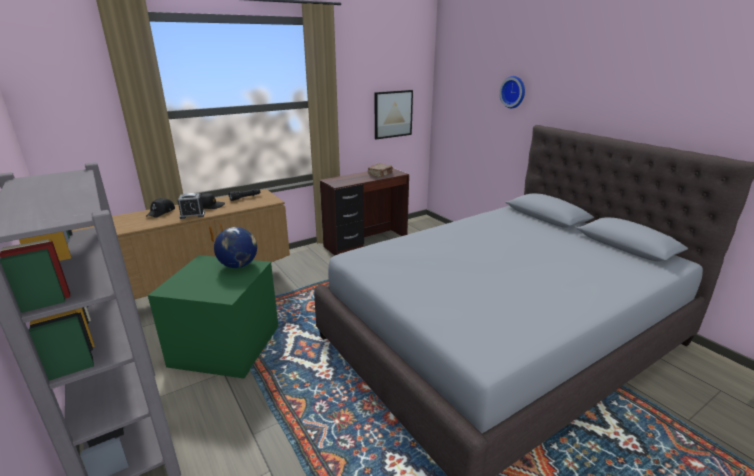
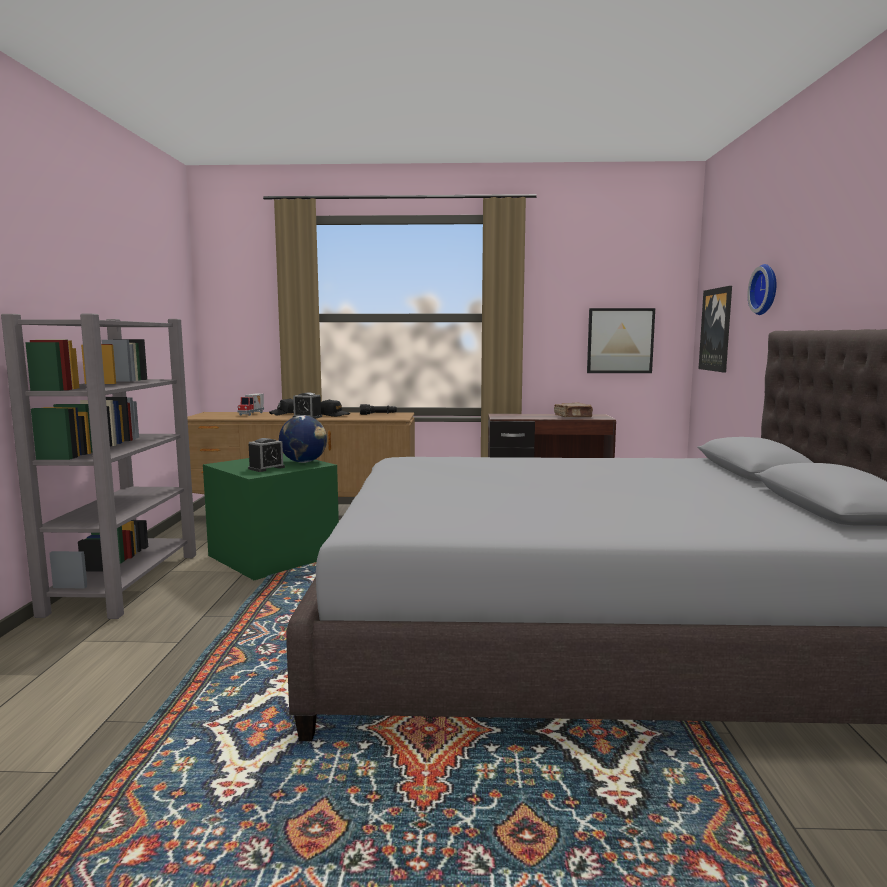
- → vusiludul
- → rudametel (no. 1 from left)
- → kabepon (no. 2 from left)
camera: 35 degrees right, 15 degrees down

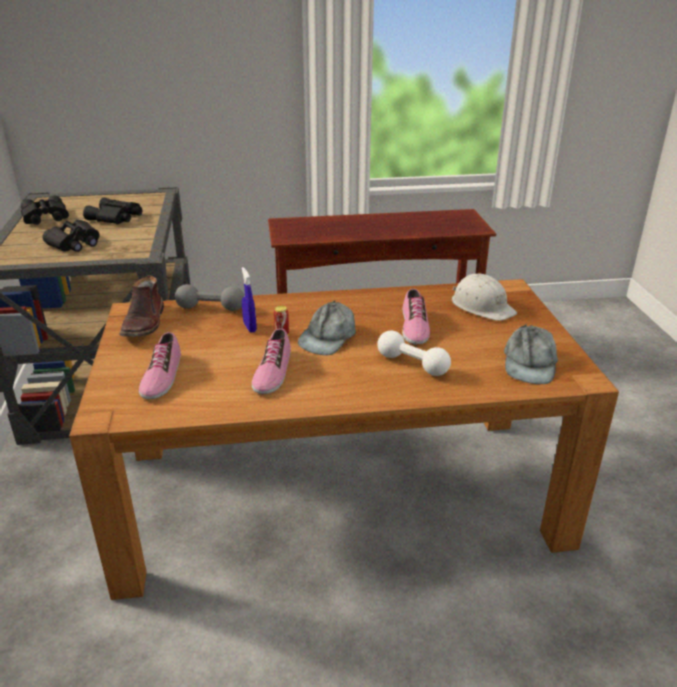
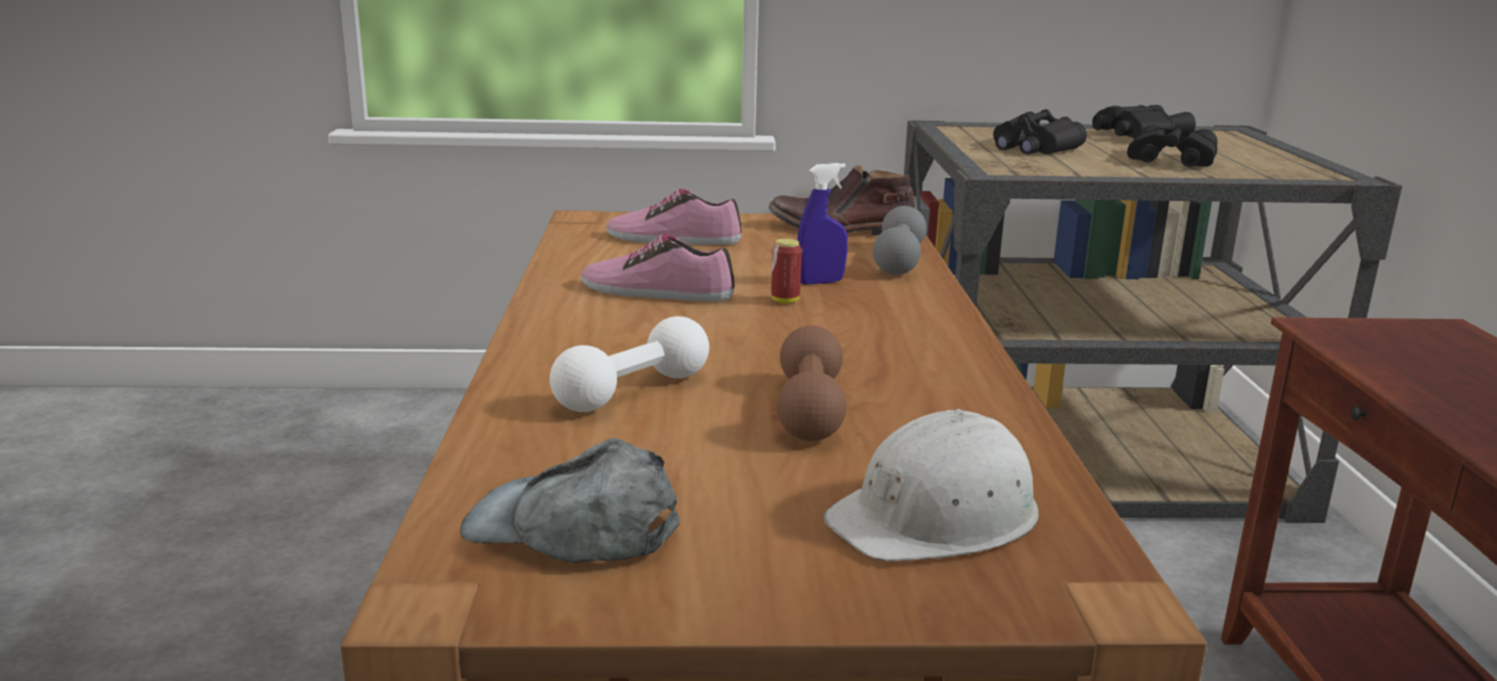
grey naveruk (no. 1 from left) → -
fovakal (no. 3 from left) → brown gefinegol
camera: 95 degrees right, 10 degrees down

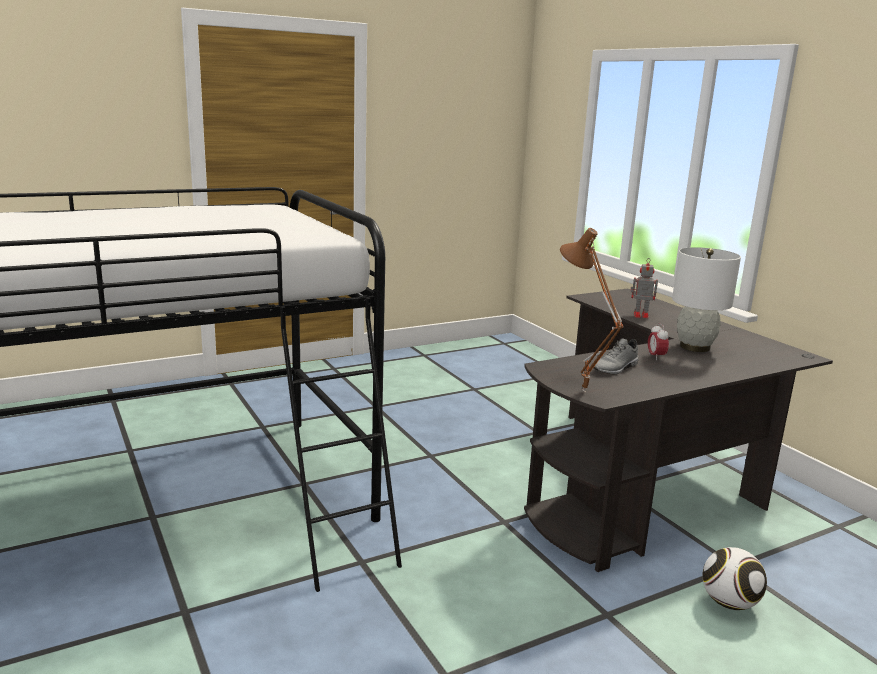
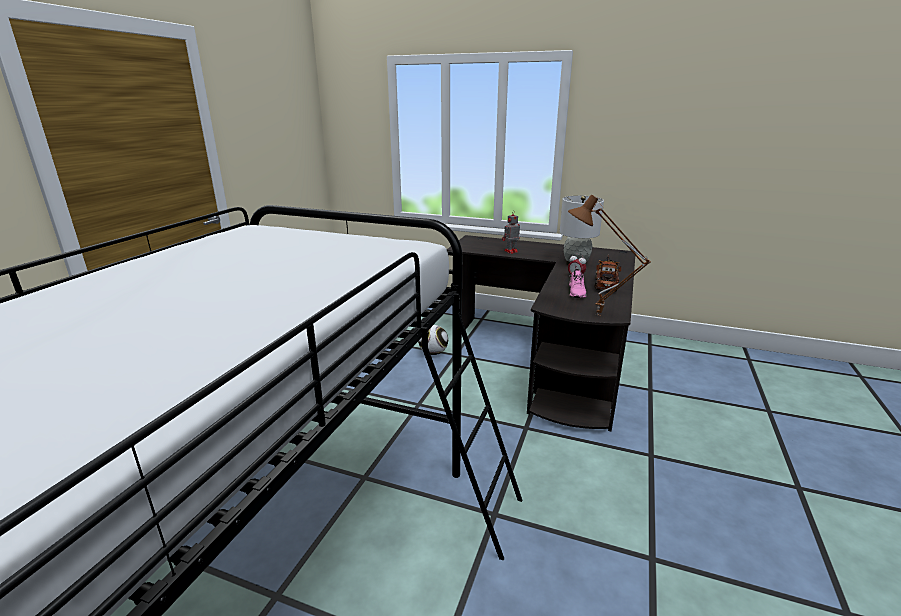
- → vusiludul
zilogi, relocated
grey fovakal → pink fovakal
camera: 40 degrees left, 5 degrees up

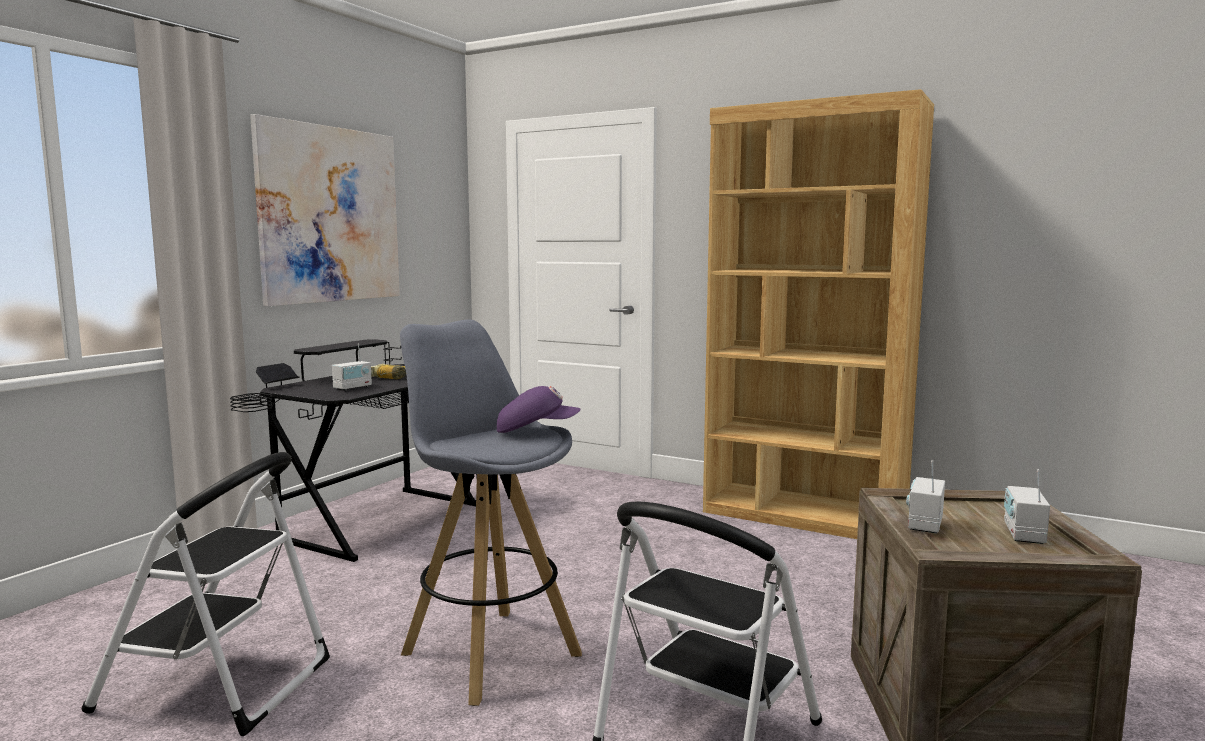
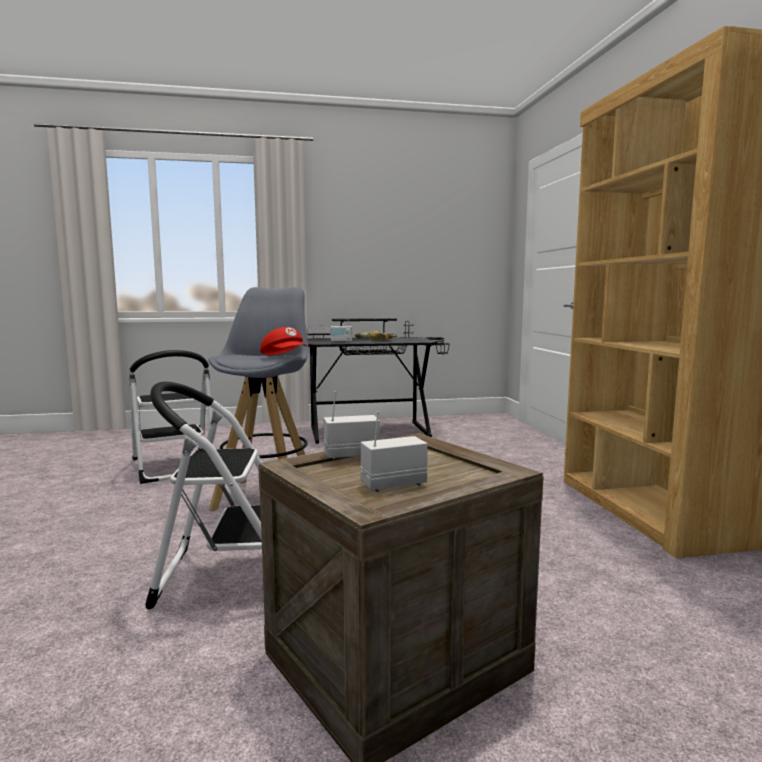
kabepon → -
purple naveruk → red naveruk
camera: 50 degrees right, 0 degrees up

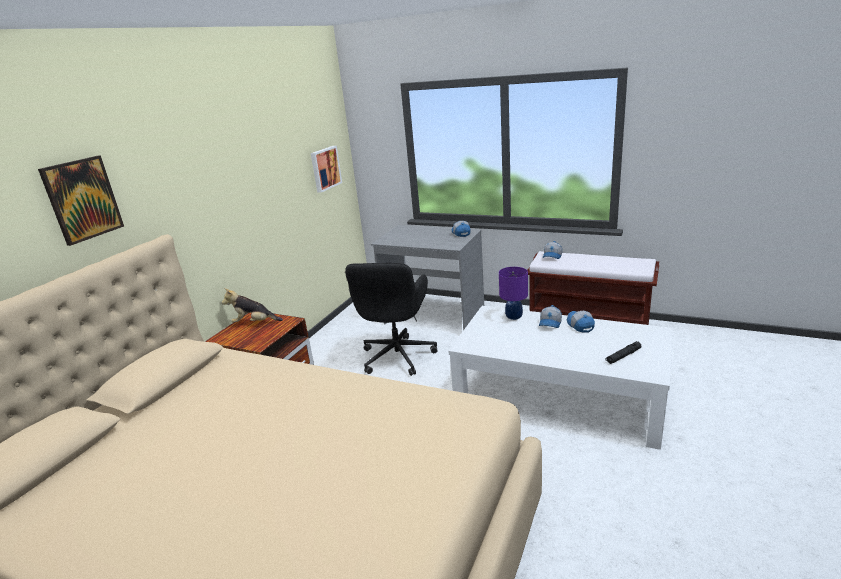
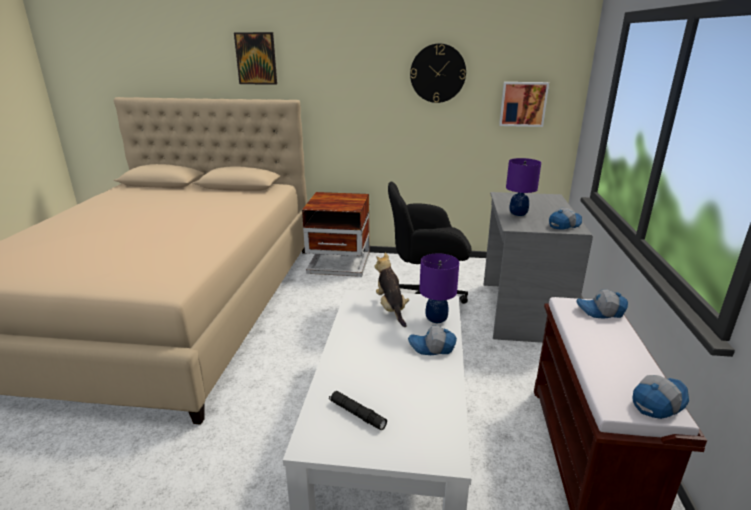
- → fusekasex
- → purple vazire (no. 2 from left)
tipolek, relocated
naveruk (no. 4 from left), relocated
camera: 70 degrees right, 0 degrees up

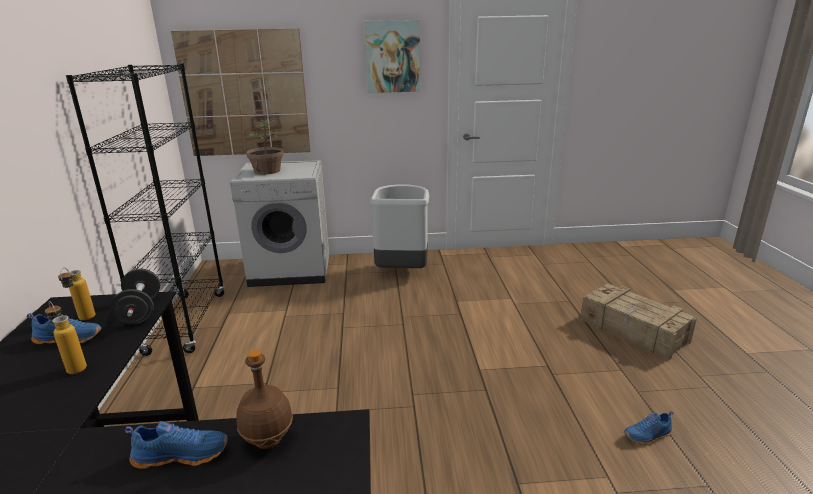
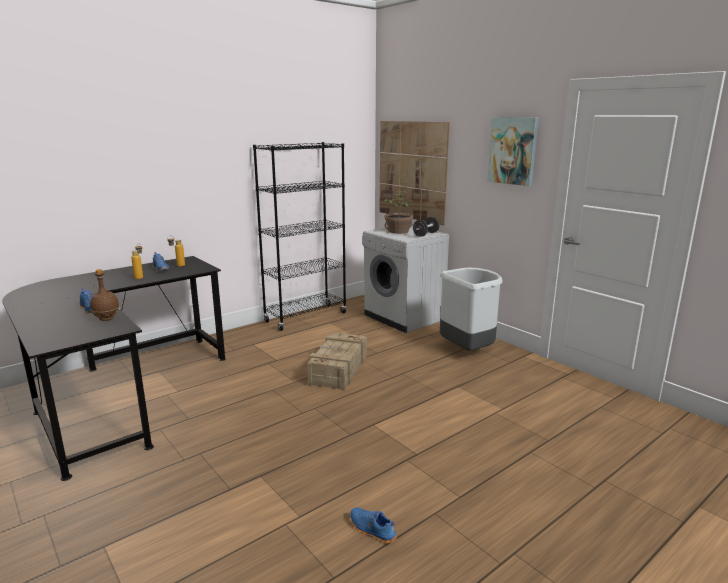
black gefinegol, relocated
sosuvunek, relocated
camera: 55 degrees right, 5 degrees down

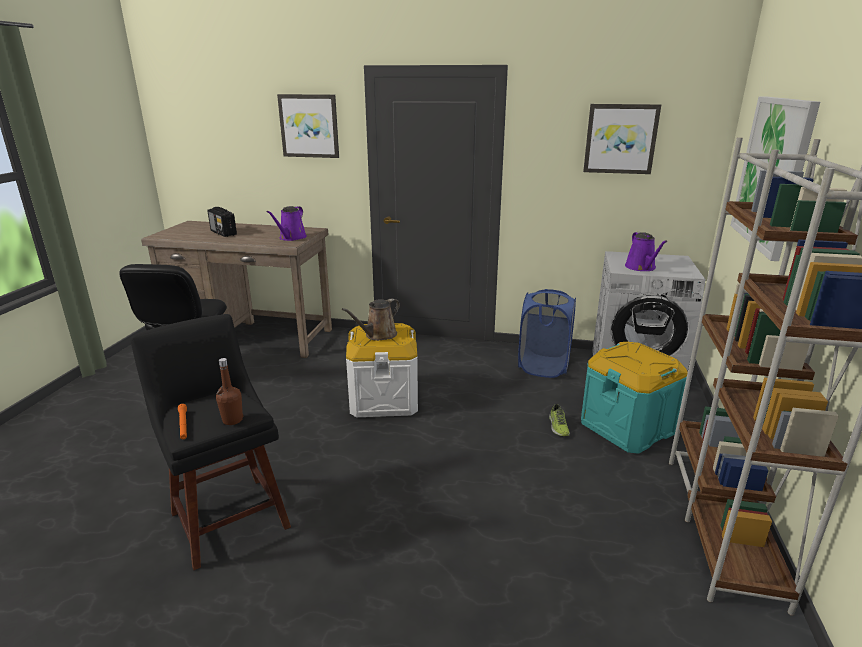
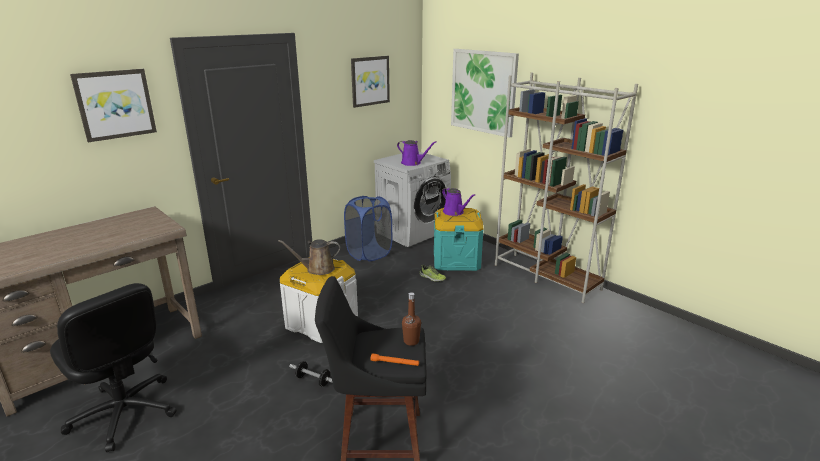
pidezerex → -
- → gefinegol
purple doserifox (no. 1 from left in the first image) → purple doserifox (no. 2 from left), relocated
brown doserifox, 90 degrees clockwise
camera: 55 degrees left, 0 degrees up

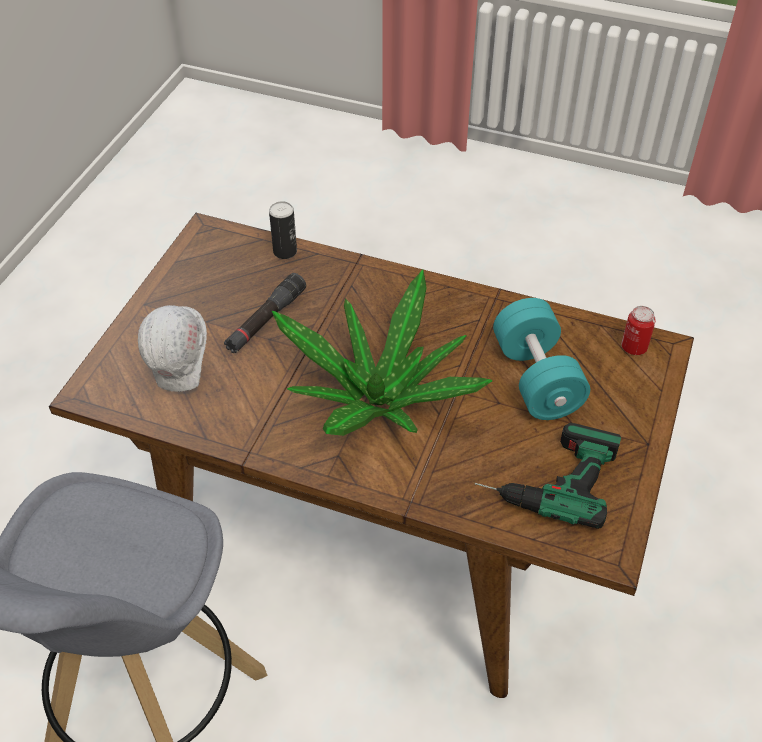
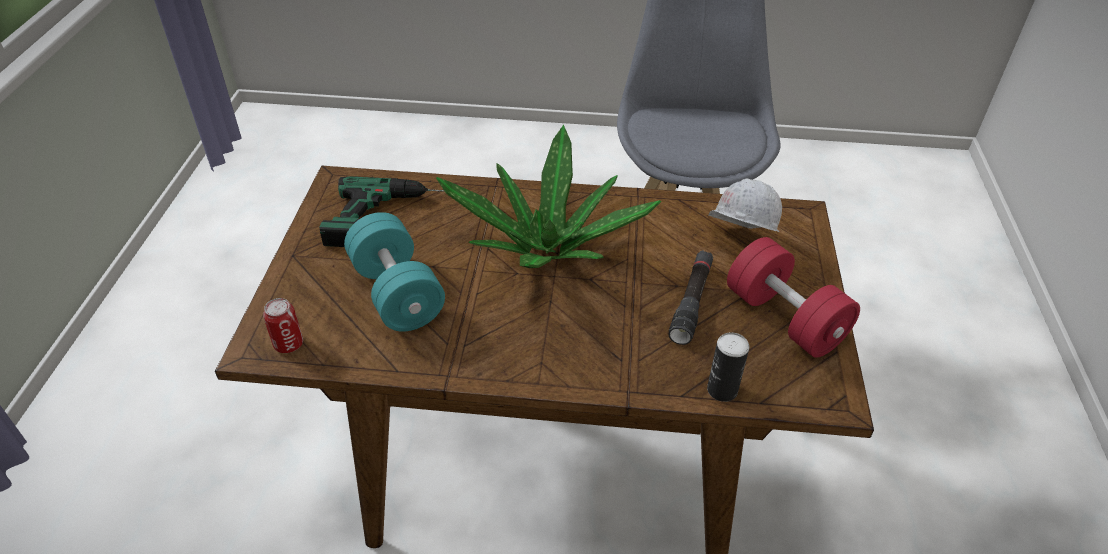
- → red gefinegol
camera: 165 degrees right, 5 degrees down

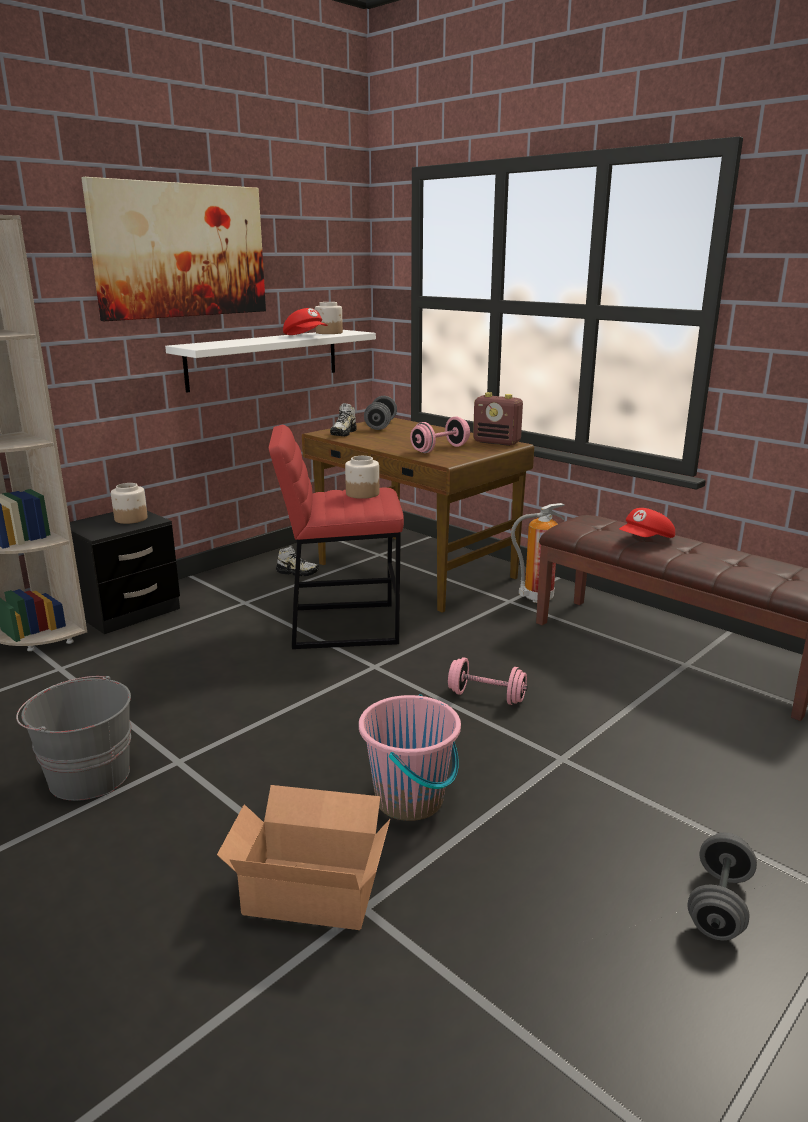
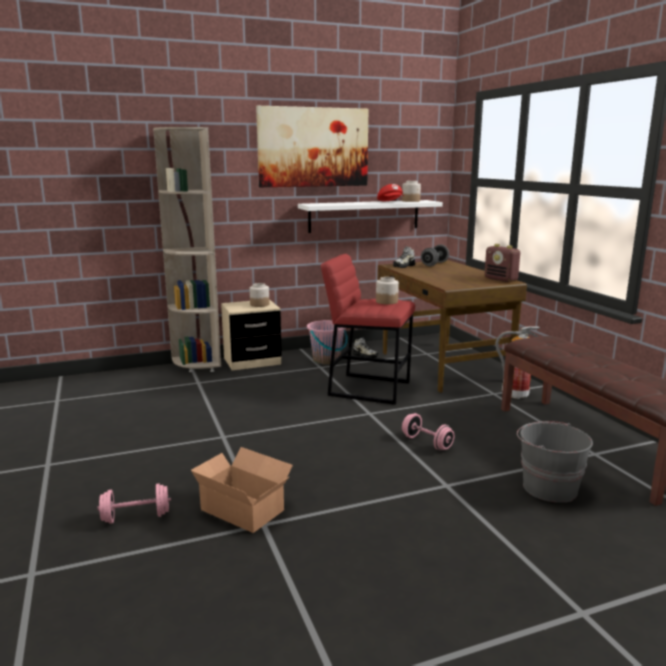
red naveruk (no. 2 from left) → -
grey gefinegol (no. 2 from left) → -
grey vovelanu, relocated
pink vovelanu, relocated
pink gefinegol (no. 1 from left), relocated
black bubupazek → beige bubupazek
camera: 25 degrees right, 5 degrees down

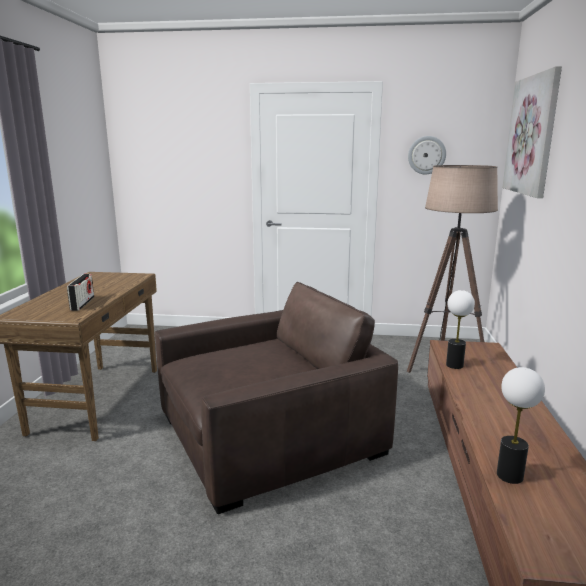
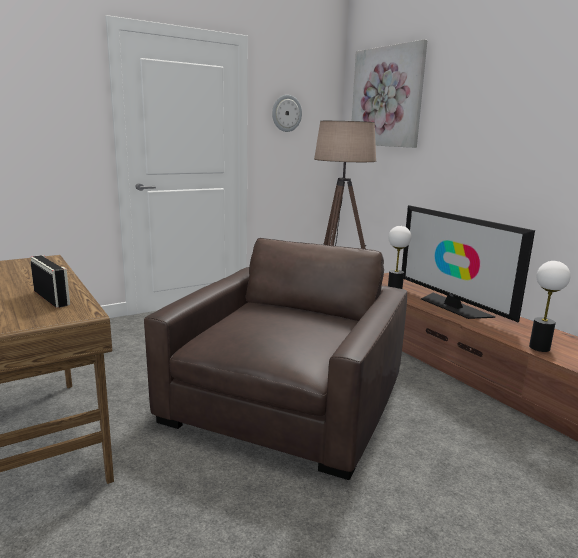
- → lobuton
camera: 40 degrees left, 0 degrees up

